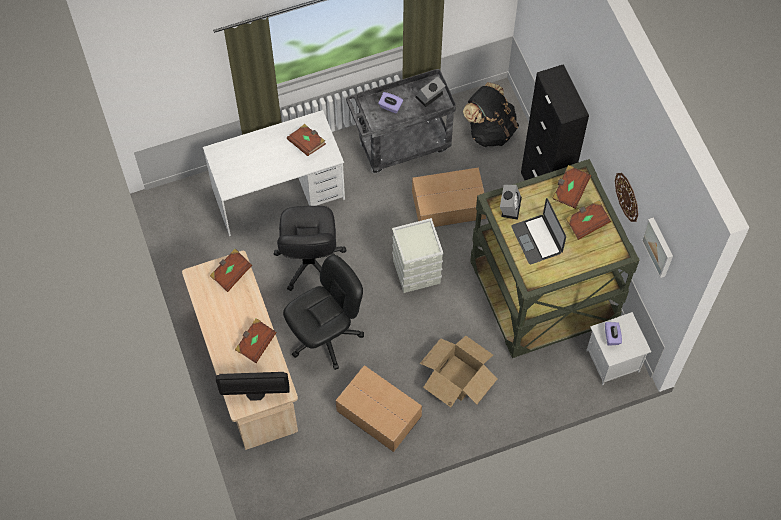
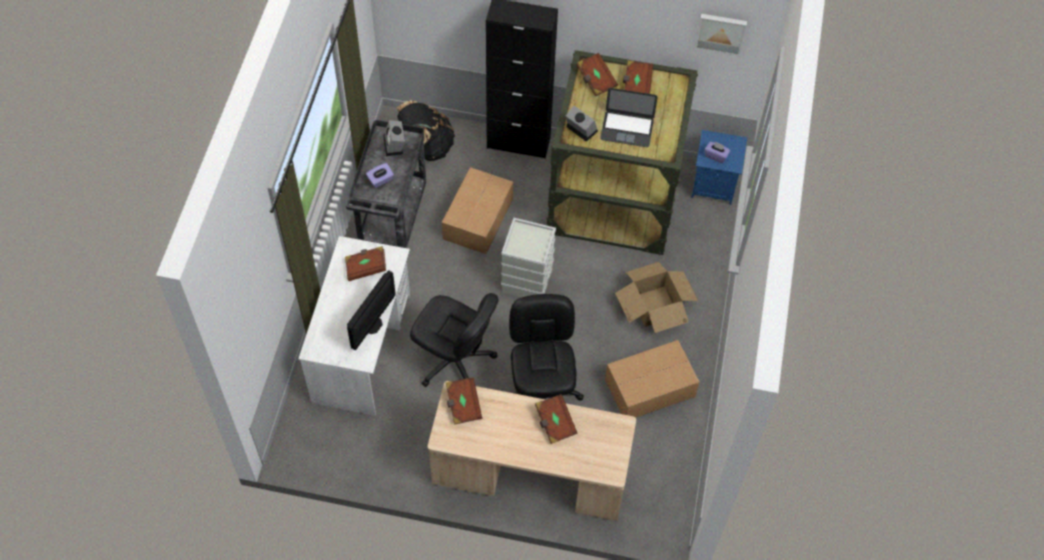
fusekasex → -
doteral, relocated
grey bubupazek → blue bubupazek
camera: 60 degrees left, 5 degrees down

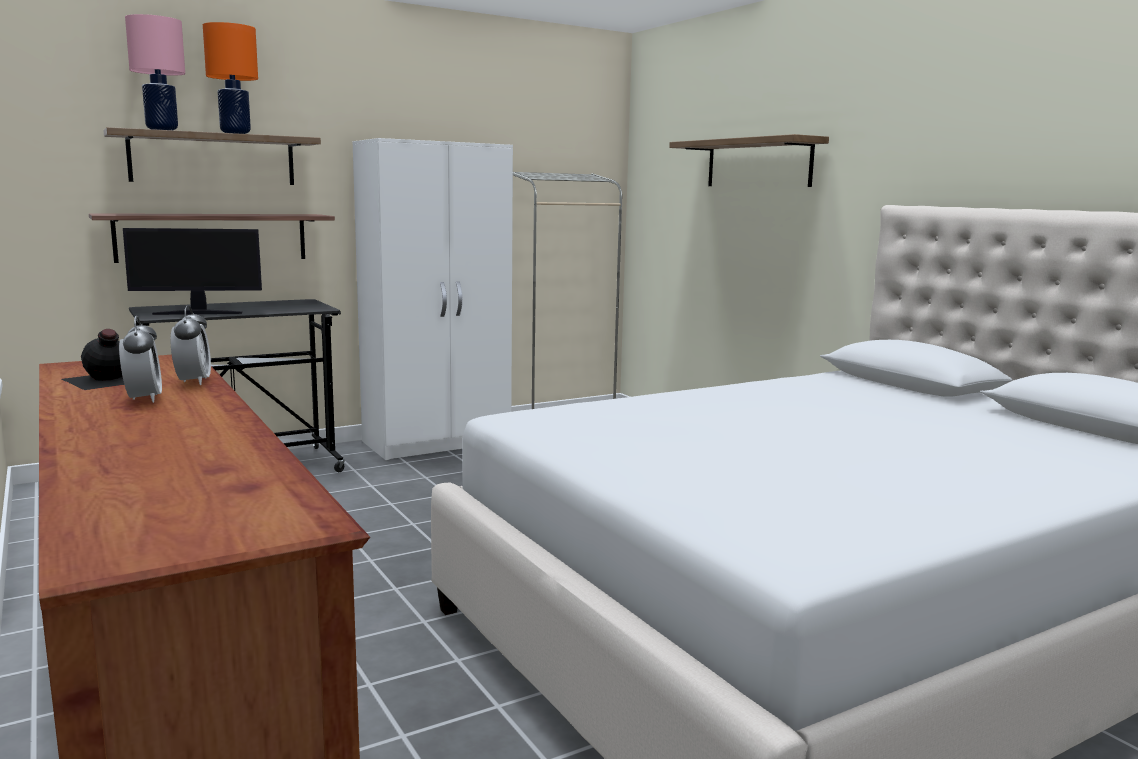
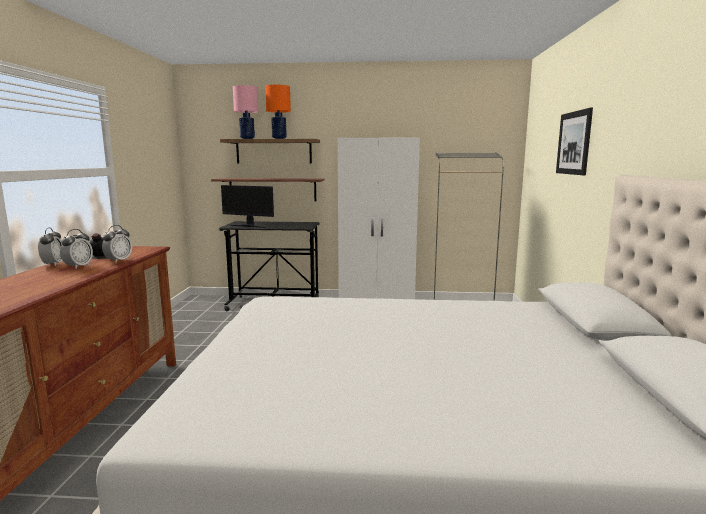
- → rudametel (no. 1 from left)
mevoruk (no. 3 from left) → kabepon
camera: 35 degrees right, 0 degrees up

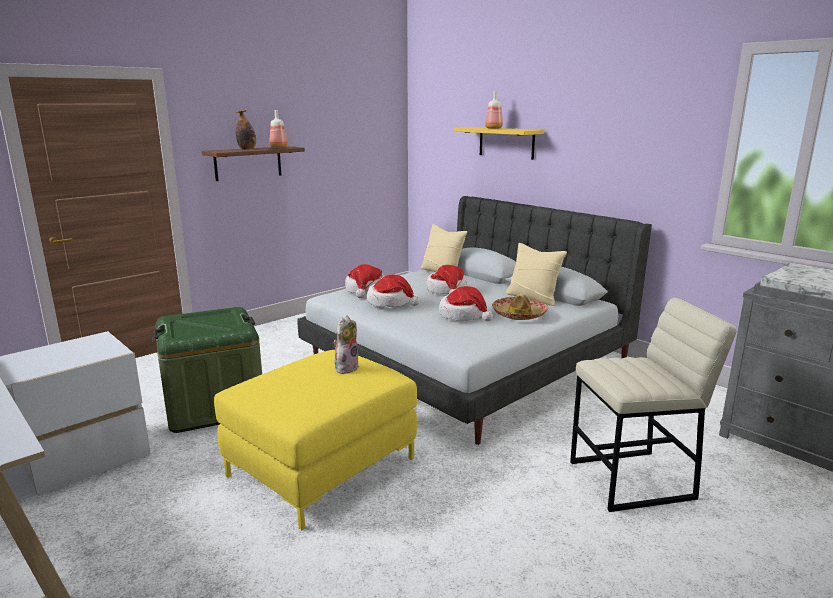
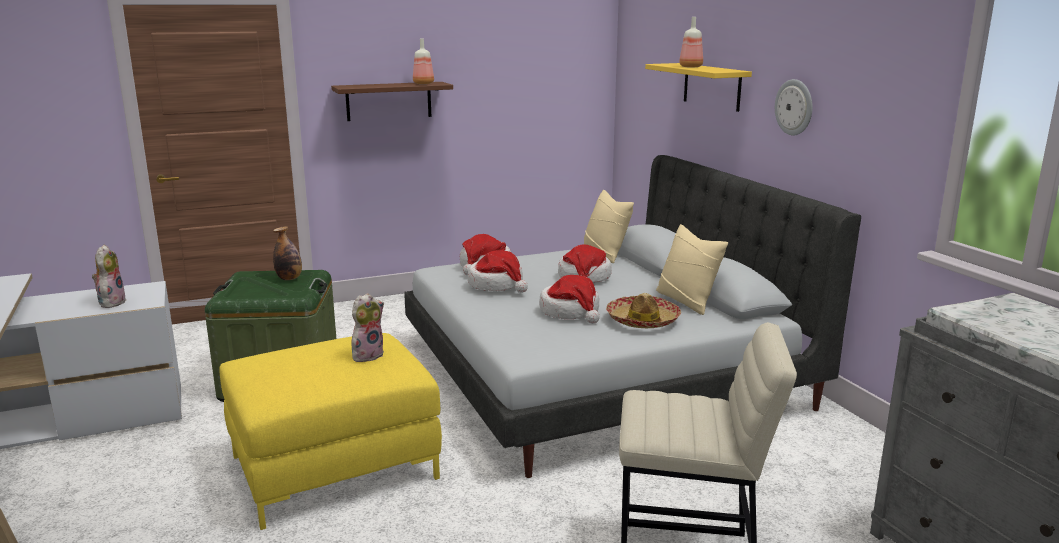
- → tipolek (no. 1 from left)
- → fusekasex
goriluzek (no. 1 from left), relocated
camera: 20 degrees right, 0 degrees up

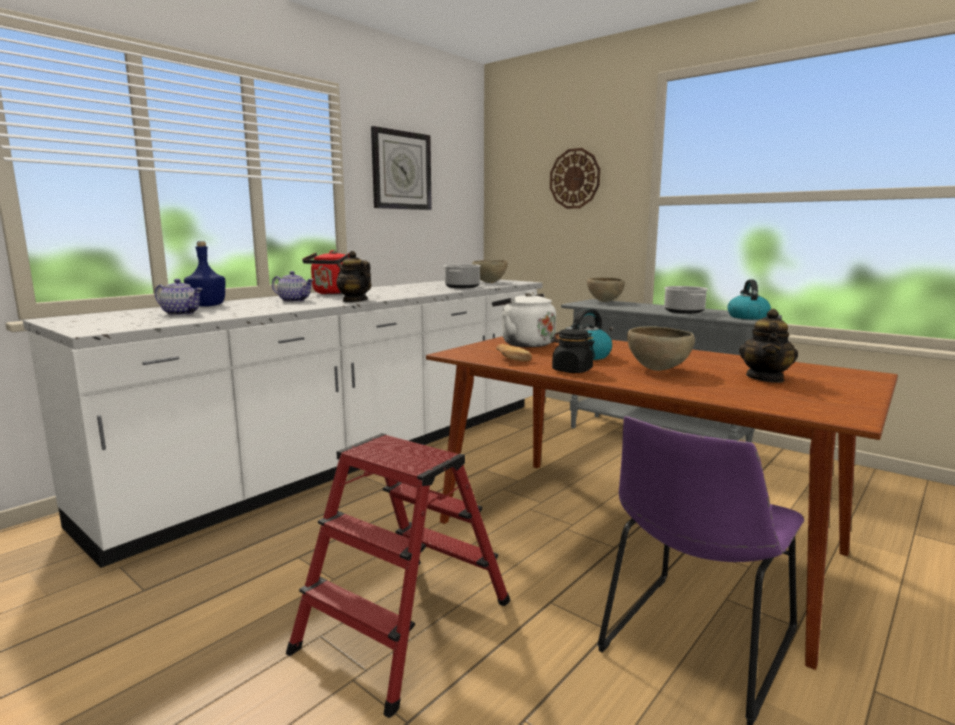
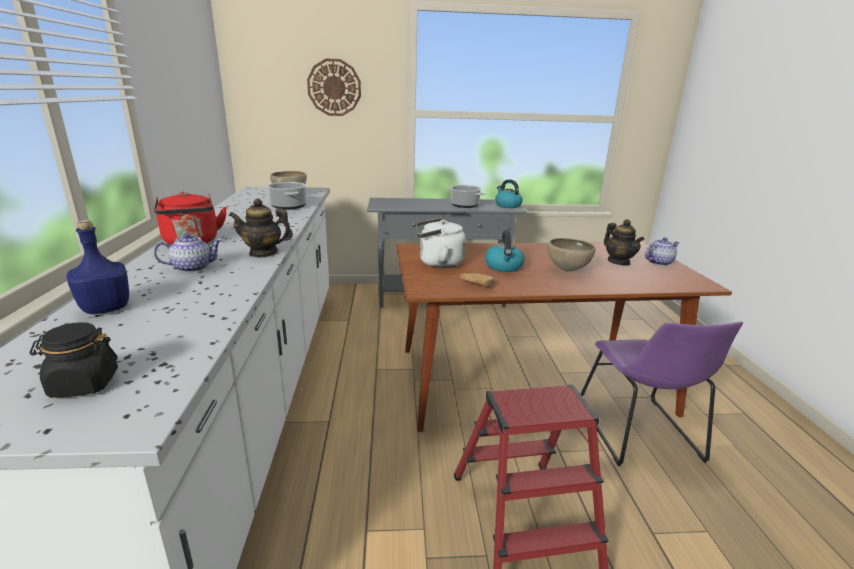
fusekasex (no. 1 from left) → -
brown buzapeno (no. 2 from left) → -
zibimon (no. 1 from left in the first image) → zibimon (no. 4 from left), relocated
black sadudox, relocated
camera: 45 degrees left, 10 degrees up

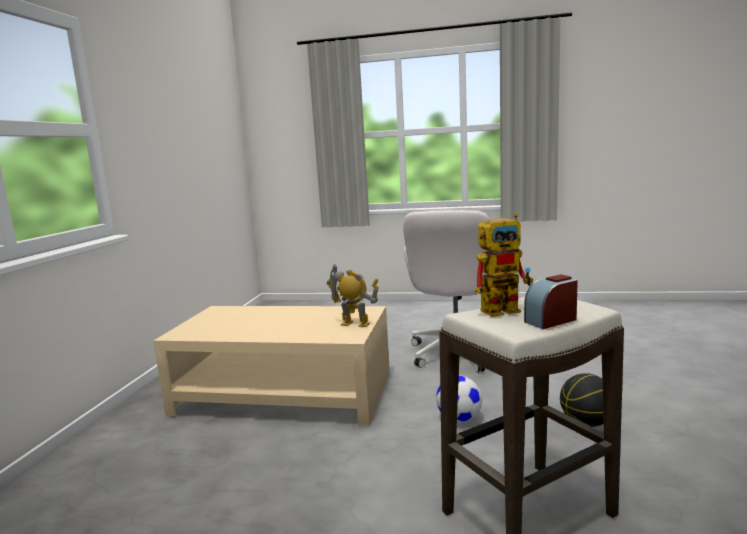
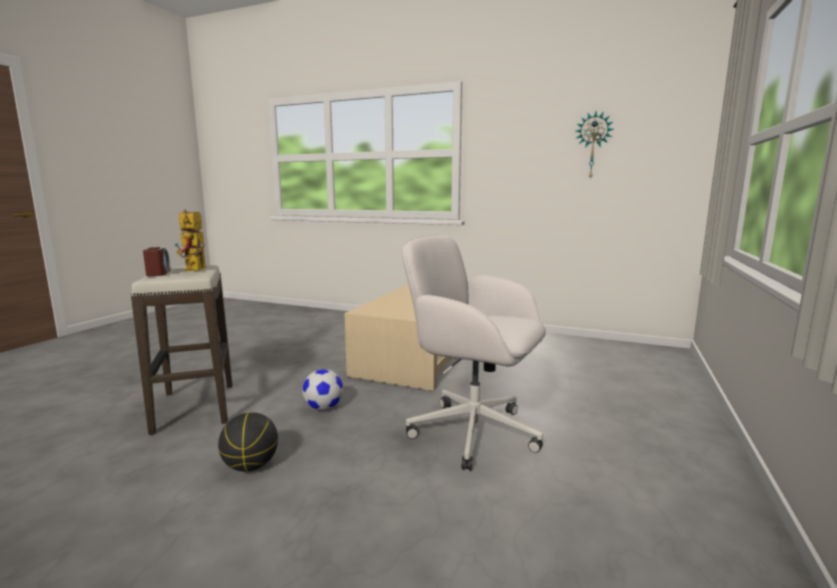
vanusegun (no. 1 from left) → -
- → fusekasex
camera: 100 degrees right, 0 degrees up

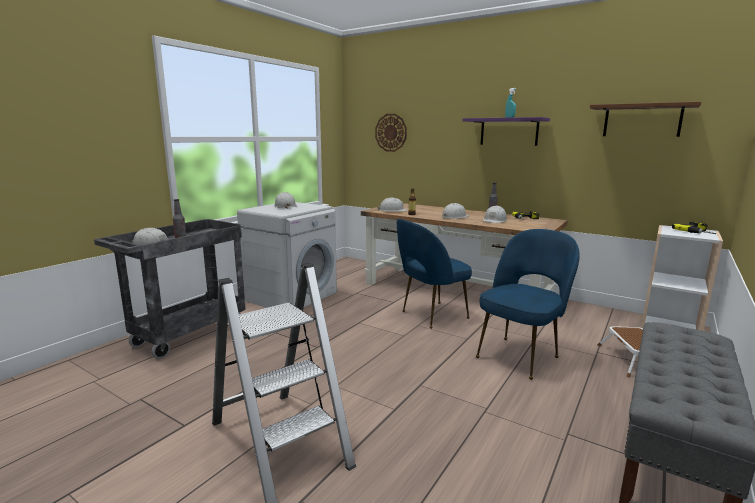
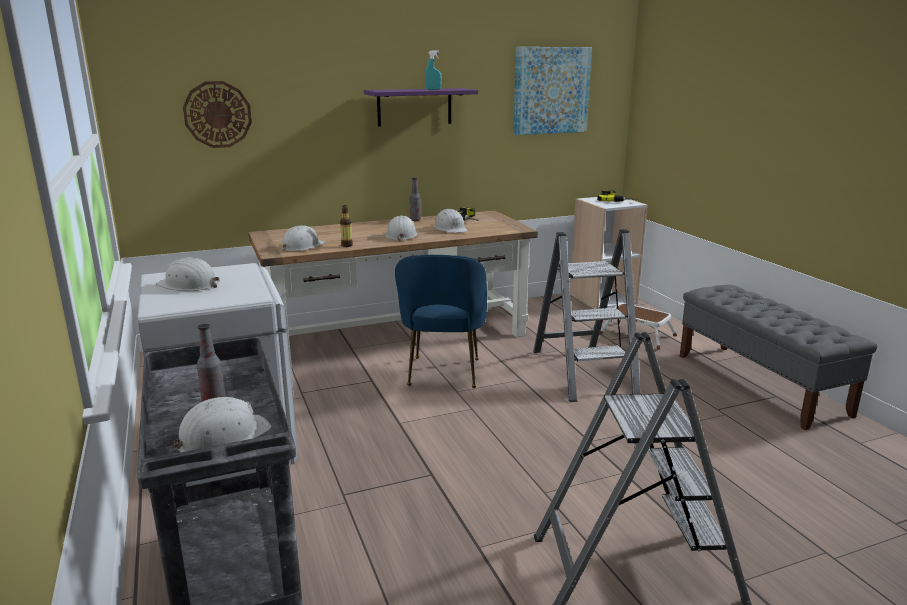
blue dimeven (no. 2 from left) → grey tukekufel (no. 1 from left)
brown mevoruk → kabepon
camera: 55 degrees left, 5 degrees up

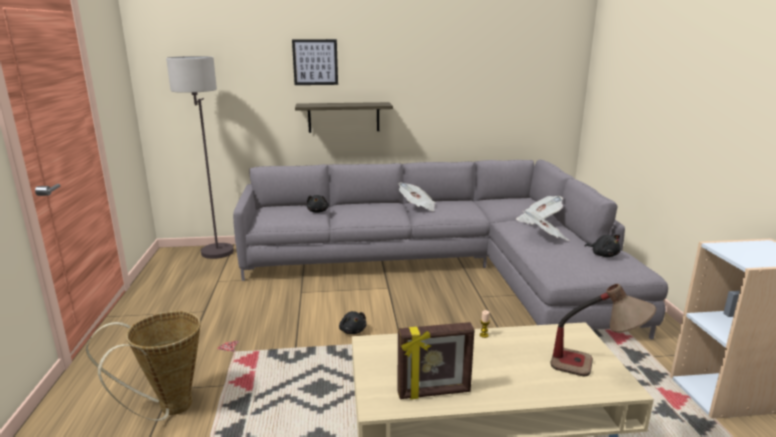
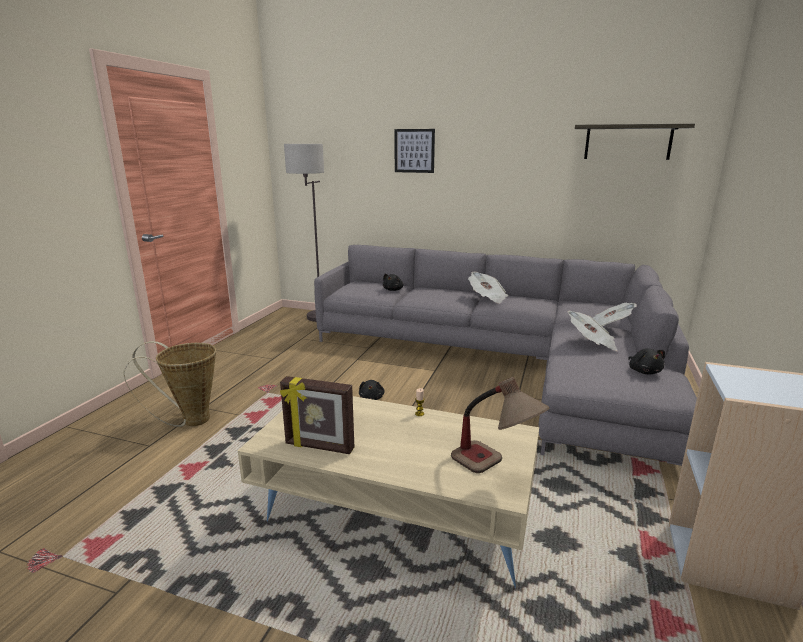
mevoruk, relocated
camera: 25 degrees right, 0 degrees up

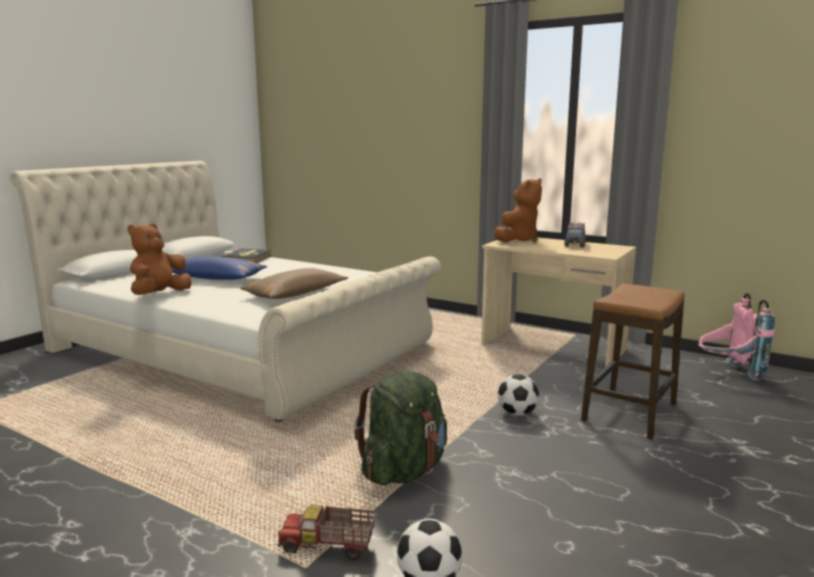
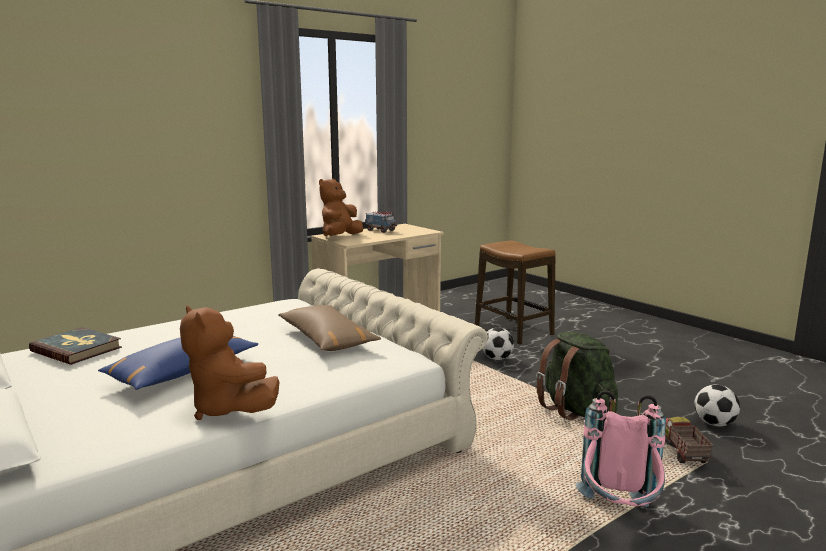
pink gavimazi, relocated
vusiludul (no. 1 from left in the first image) → vusiludul (no. 2 from left), 150 degrees clockwise
brown tipolek (no. 2 from left), 120 degrees counterclockwise
camera: 70 degrees left, 0 degrees up

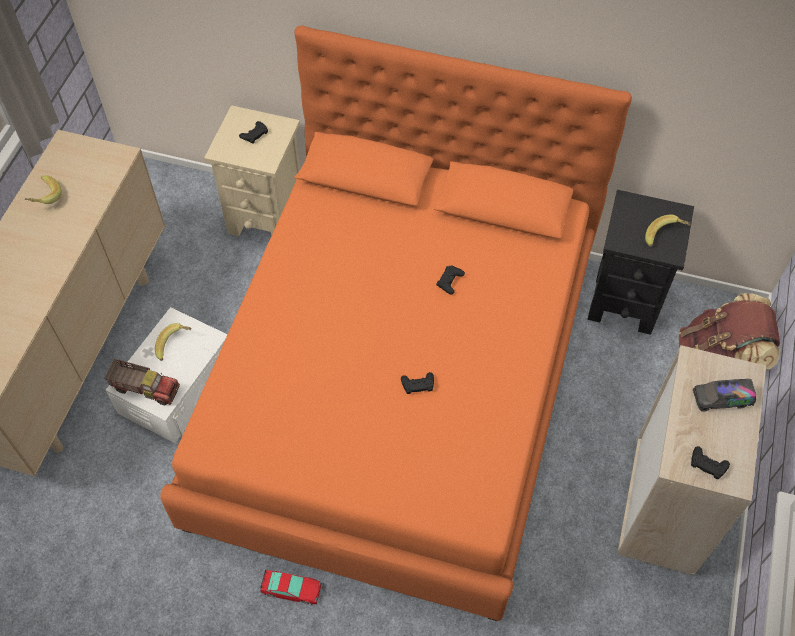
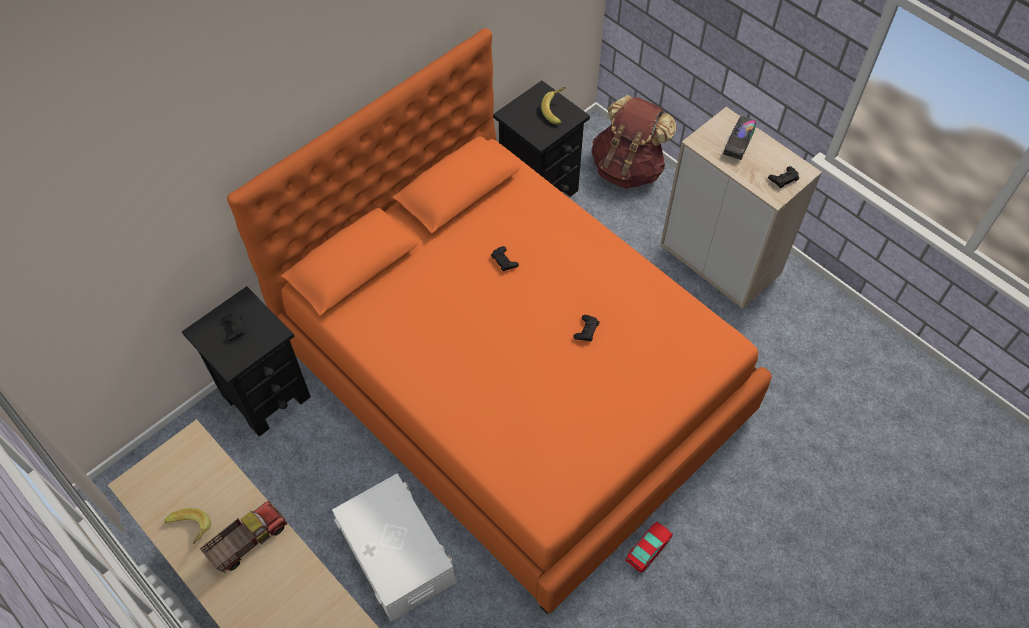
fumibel (no. 2 from left) → -
vusiludul (no. 1 from left), relocated
beige bubupazek → black bubupazek (no. 1 from left)
camera: 60 degrees left, 0 degrees up

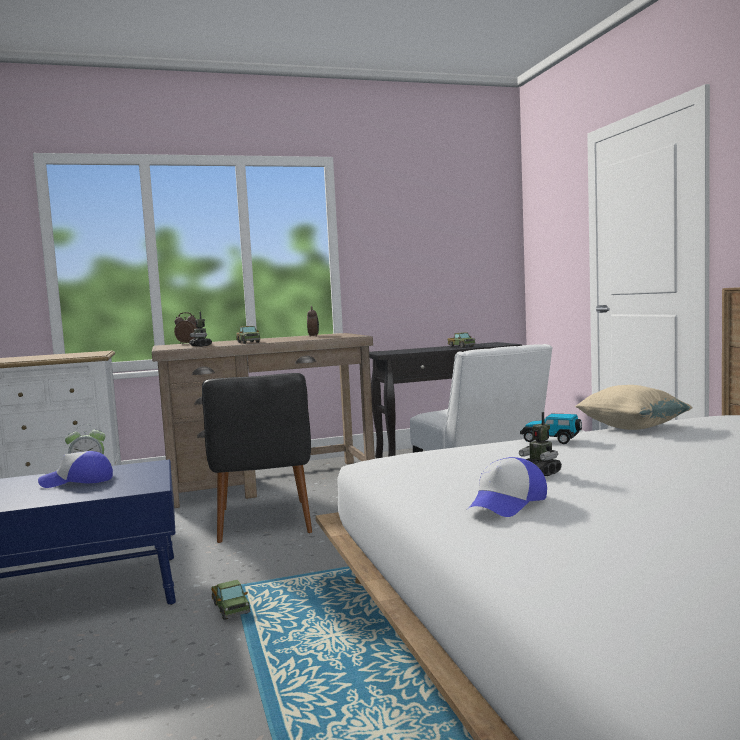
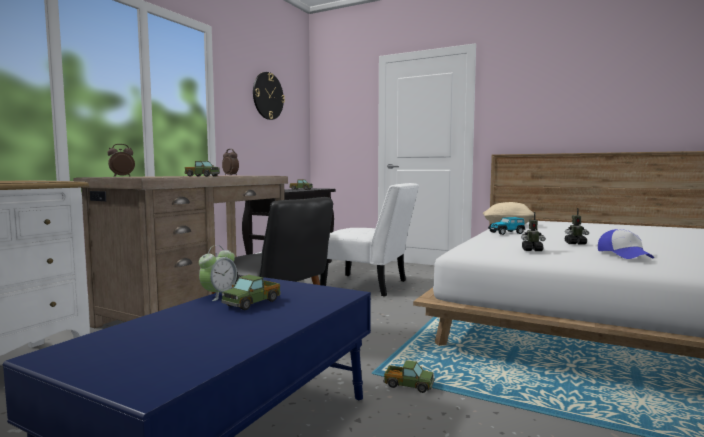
- → fusekasex
vanusegun (no. 1 from left), relocated
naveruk (no. 1 from left) → vusiludul (no. 2 from left)
camera: 45 degrees left, 0 degrees up

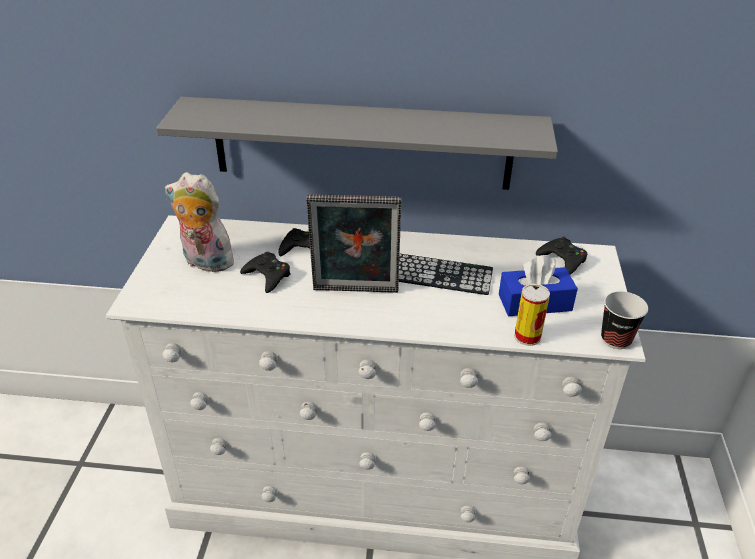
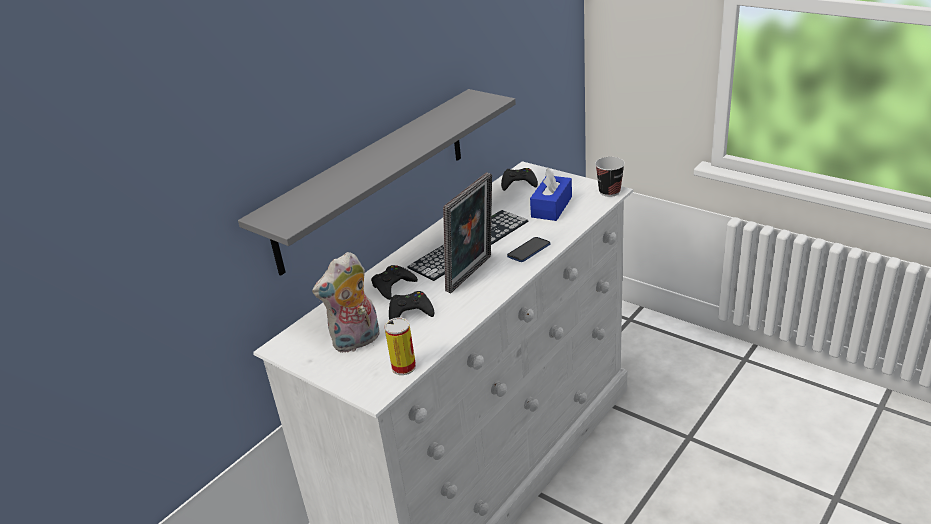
- → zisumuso
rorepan, relocated
camera: 55 degrees left, 5 degrees down

